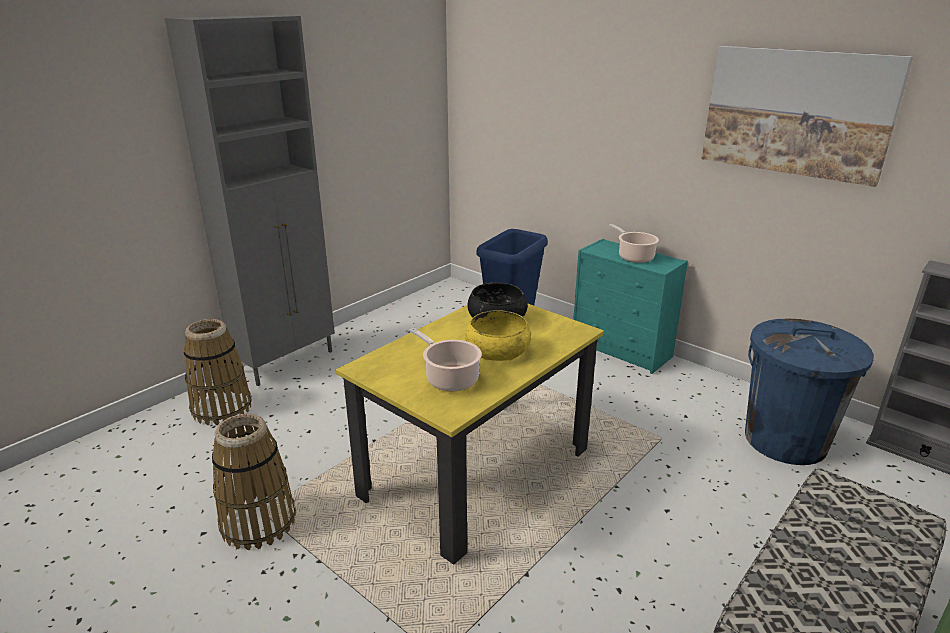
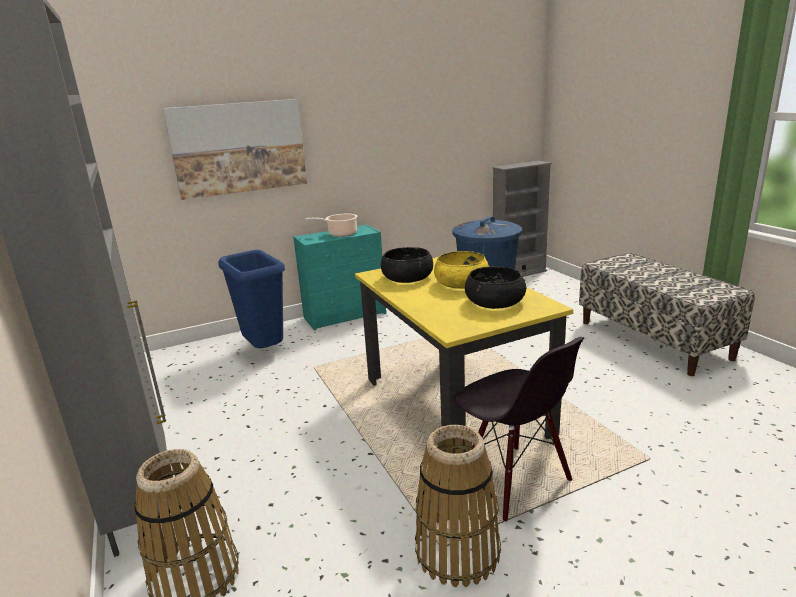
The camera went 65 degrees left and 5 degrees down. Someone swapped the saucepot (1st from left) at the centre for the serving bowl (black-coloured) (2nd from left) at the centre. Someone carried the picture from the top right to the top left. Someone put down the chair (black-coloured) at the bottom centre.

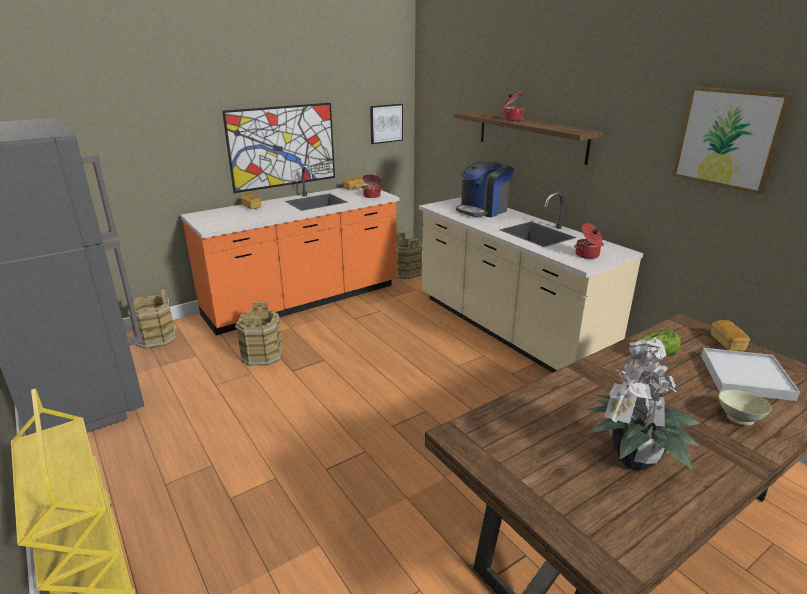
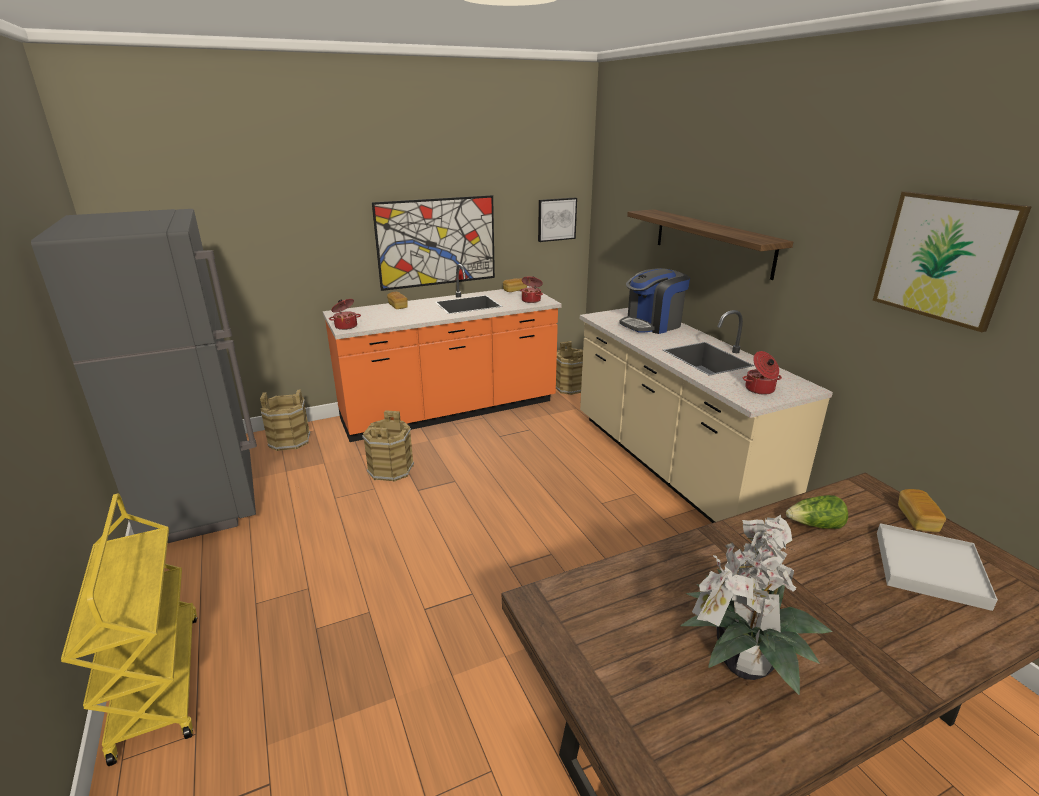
The camera went 10 degrees right and 0 degrees up. Someone carried the saucepot (2nd from left in the first image) from the top centre to the middle left. Someone took away the serving bowl (sand-coloured) at the bottom right.

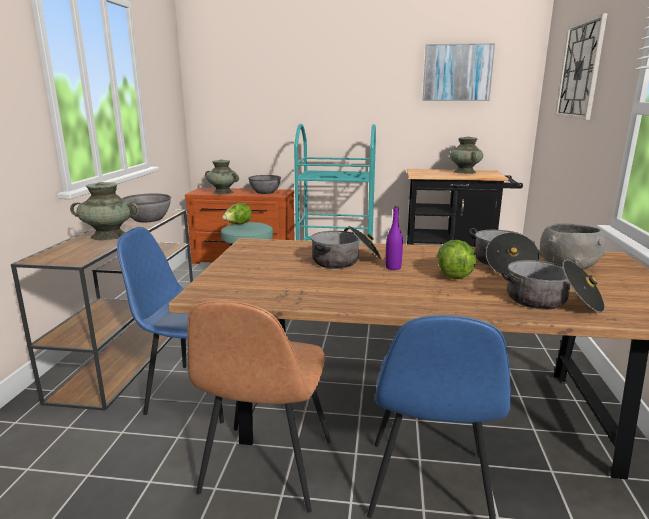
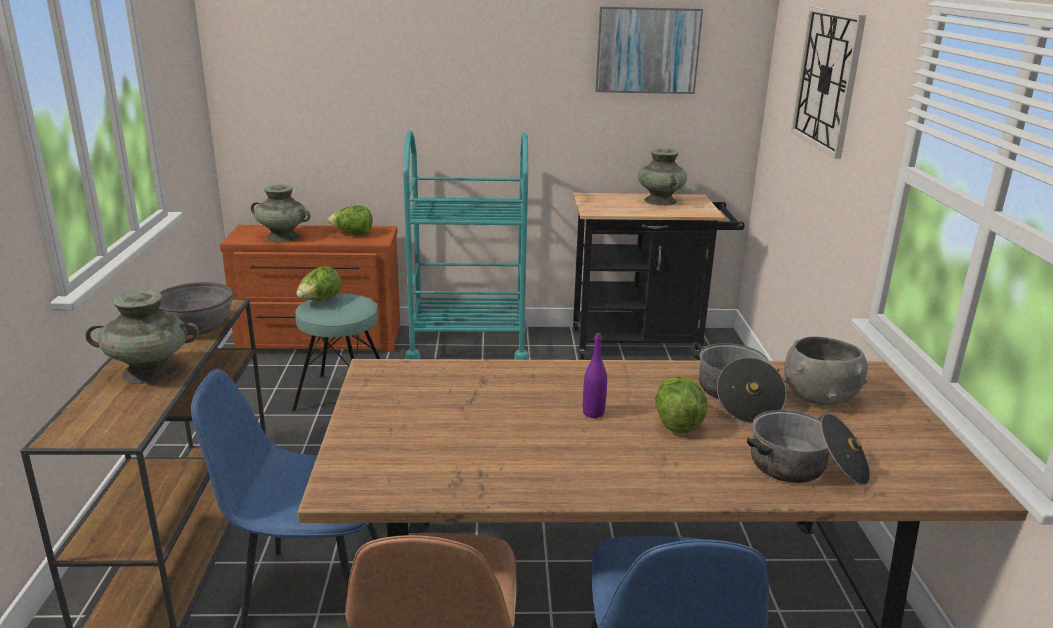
The camera went 10 degrees left and 5 degrees up. Someone swapped the serving bowl (gray) (2nd from left) at the centre for the head of lettuce (2nd from left) at the middle left. Someone took away the saucepot (1st from left) at the centre.

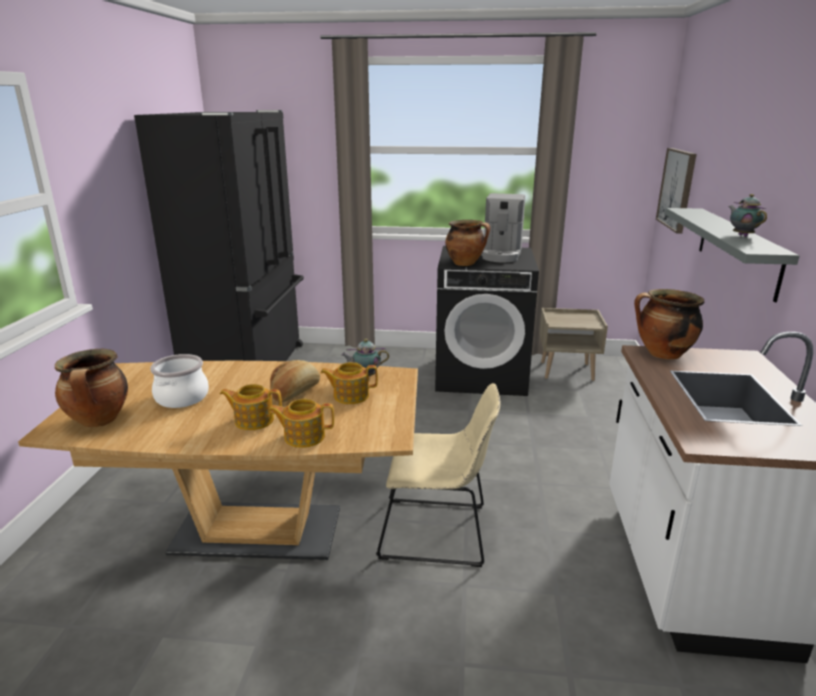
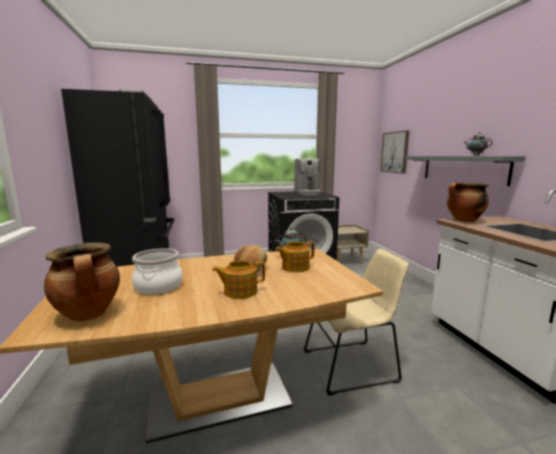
The camera went 20 degrees left and 10 degrees down. Someone took away the pot for tea (2nd from left) at the centre. Someone took away the saucepot (3rd from left) at the centre.

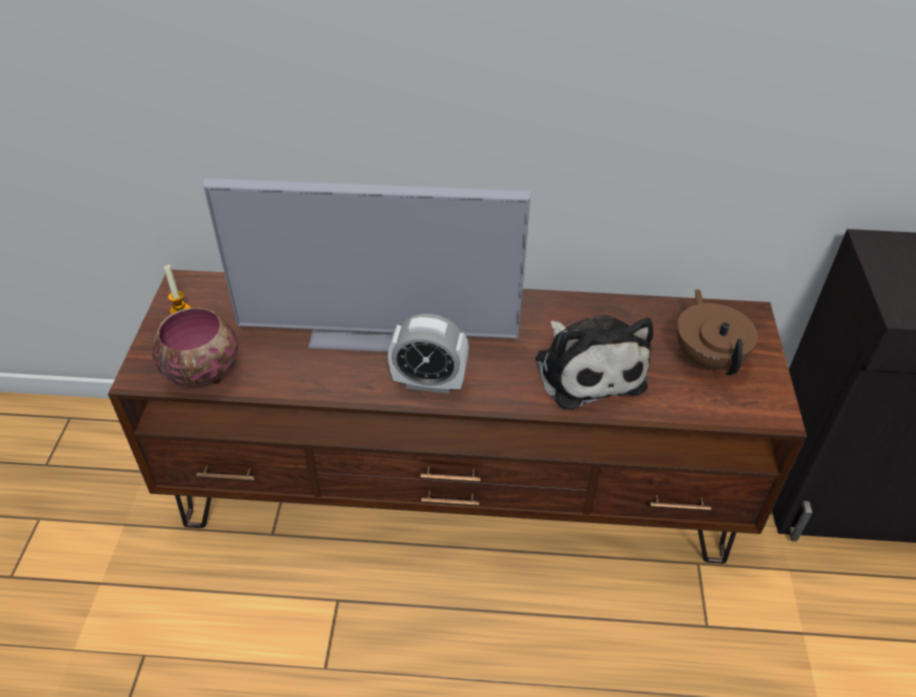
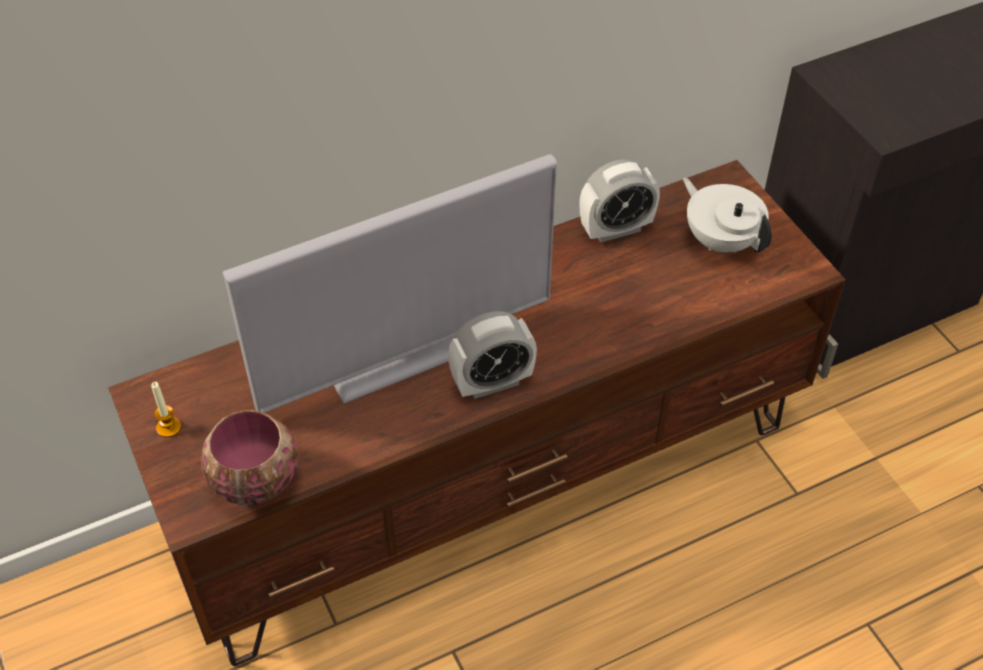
The camera went 30 degrees left and 5 degrees up. Someone took away the plush toy at the centre. Someone repainted the pot for tea (brown) at the middle right, which became the pot for tea (white) at the top right. Someone put down the alarm clock (2nd from left) at the top centre.

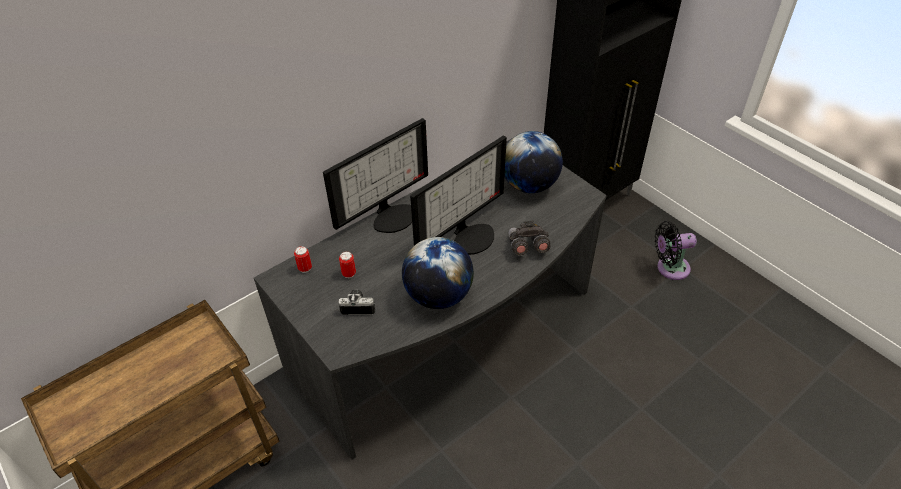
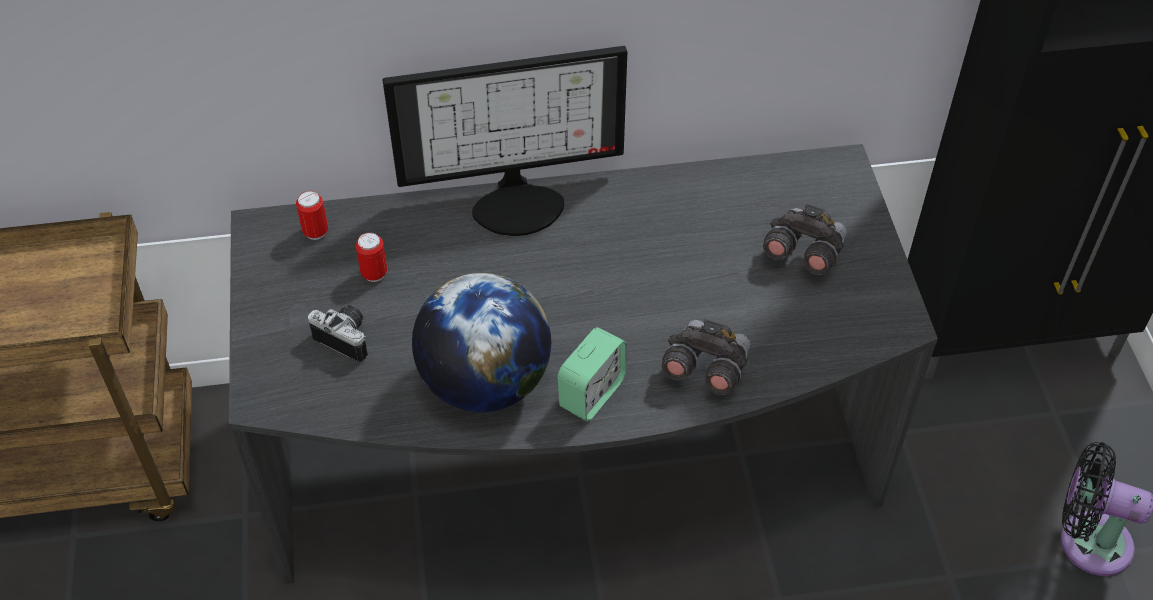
The camera went 30 degrees right and 5 degrees up. Someone took away the computer display (2nd from left) at the centre. Someone swapped the globe (2nd from left) at the top centre for the binoculars (gray) (2nd from left) at the middle right. Someone put down the alarm clock at the centre.

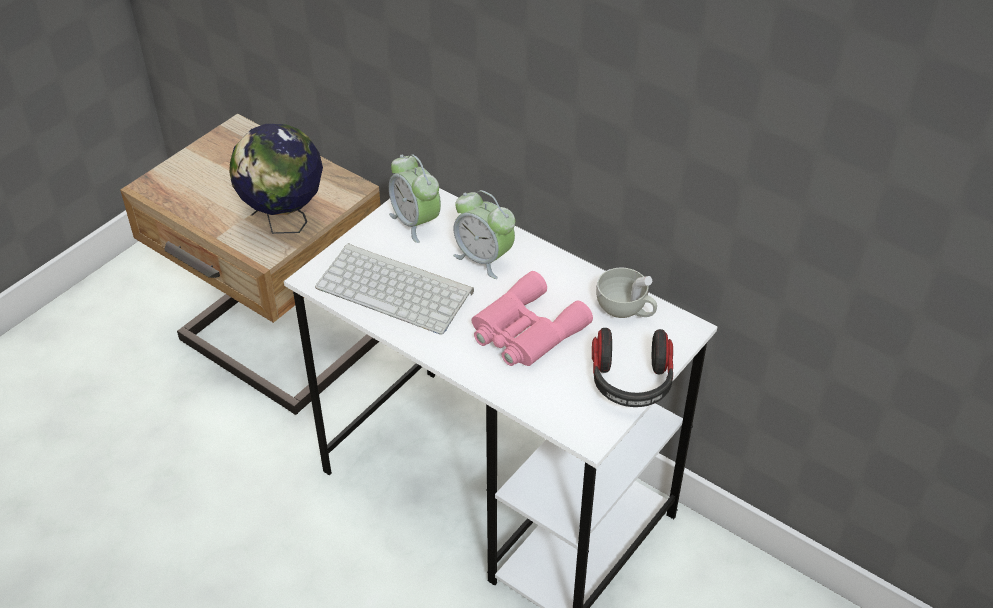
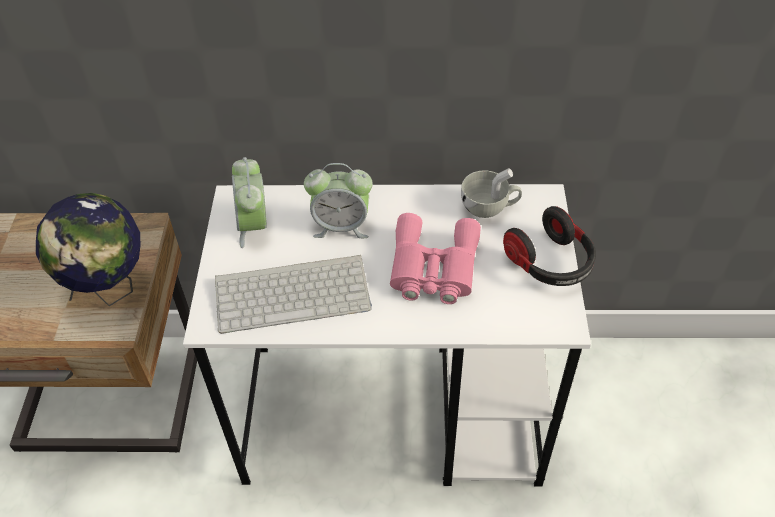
The camera went 35 degrees left and 5 degrees up. Someone rotated the alarm clock (1st from left) at the top centre by 60 degrees clockwise.

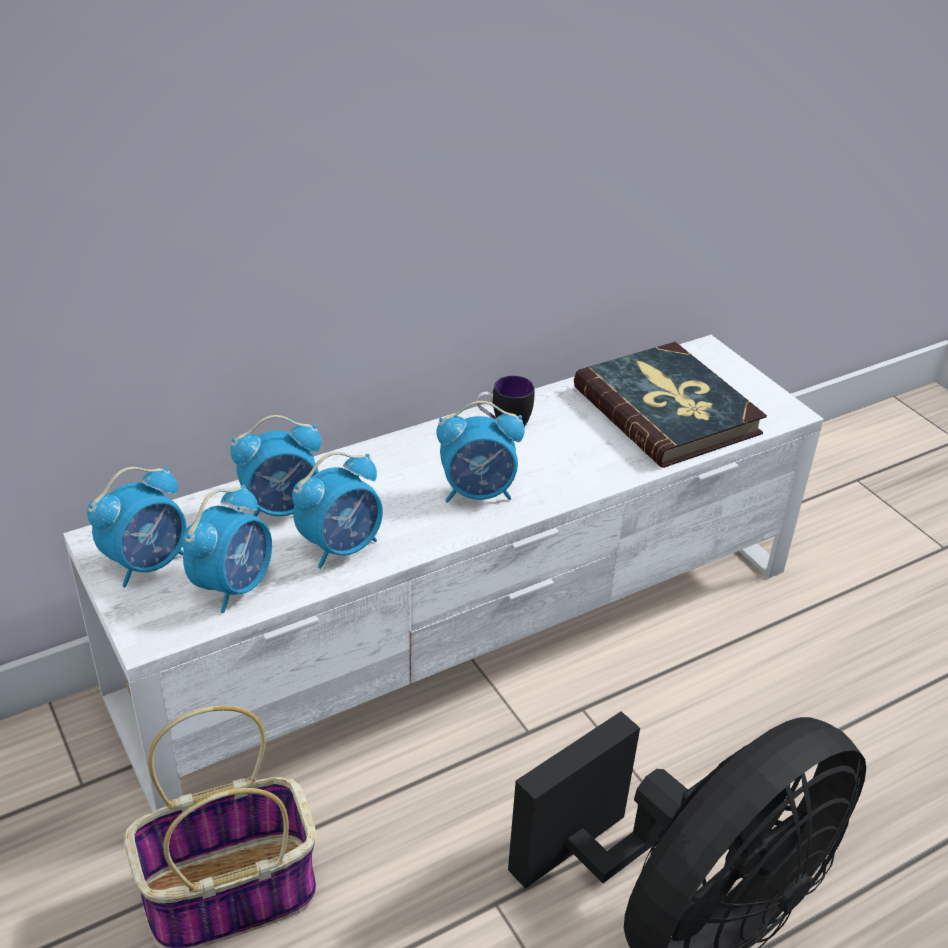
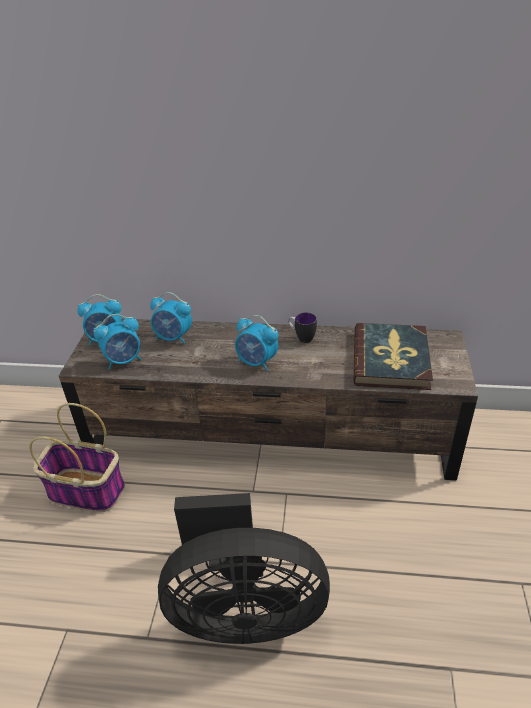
The camera went 40 degrees right and 0 degrees up. Someone repainted the tv stand (white) at the centre, which became the tv stand (brown) at the centre. Someone took away the alarm clock (4th from left) at the centre.

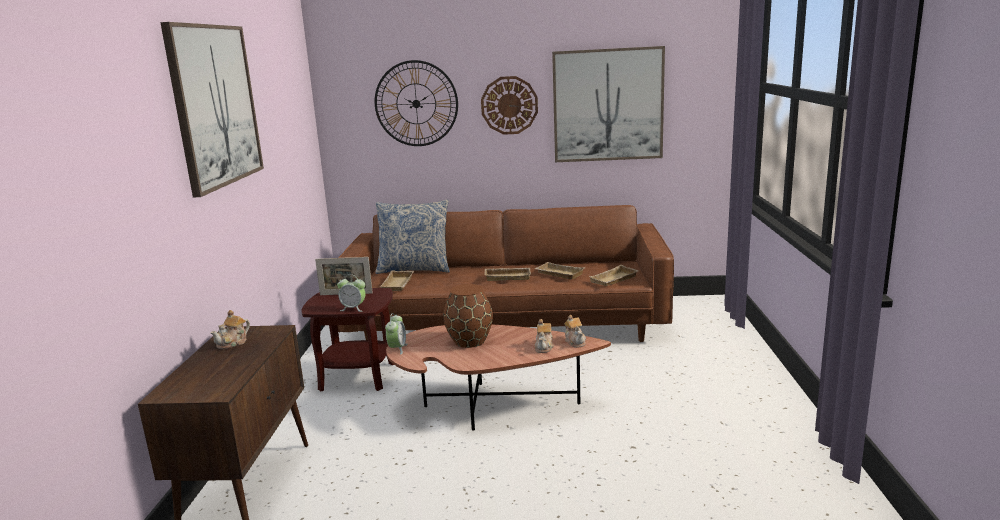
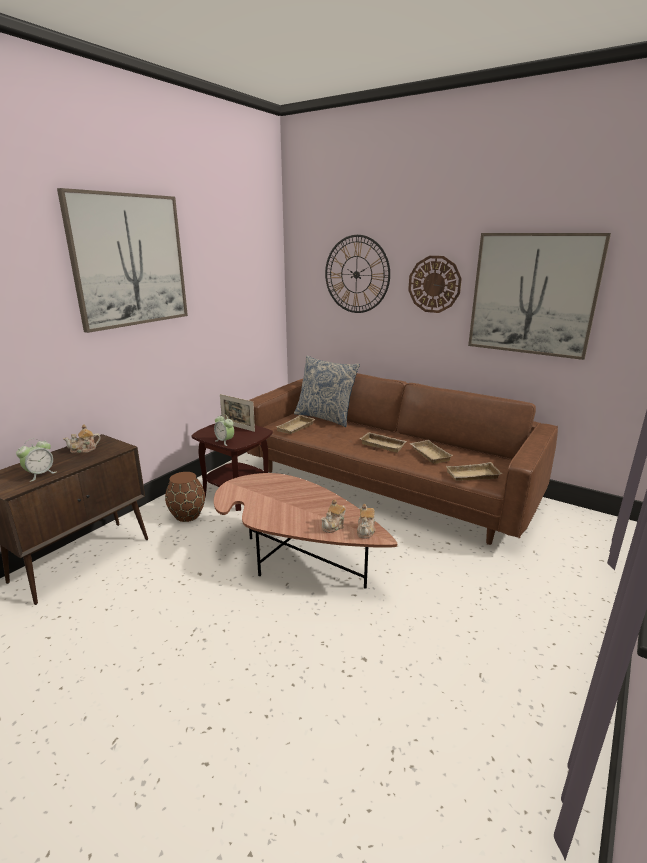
The camera went 30 degrees right and 5 degrees up. Someone carried the alarm clock (2nd from left in the first image) from the centre to the middle left. Someone carried the flower vase (brown) from the centre to the middle left.

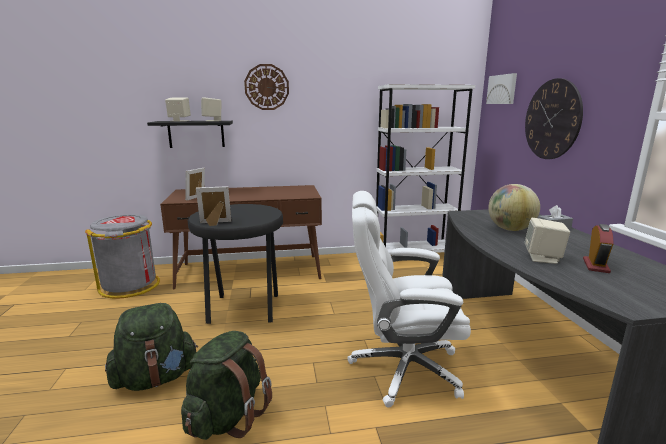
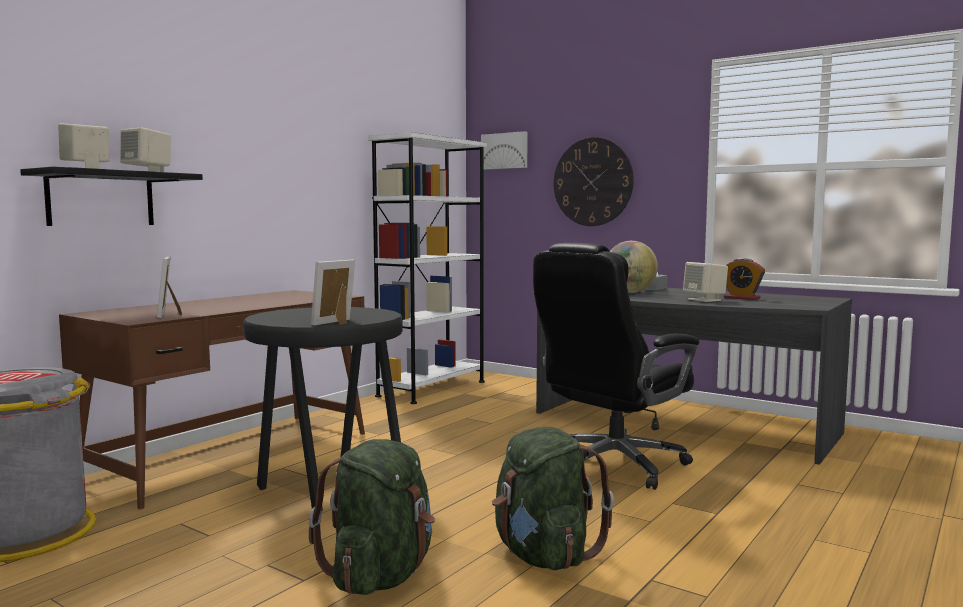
The camera went 45 degrees left and 10 degrees down. Someone took away the wall clock (1st from left) at the top centre. Someone repainted the office chair (white) at the bottom centre, which became the office chair (black-coloured) at the centre. Someone rotated the alarm clock at the middle right by 150 degrees clockwise.

